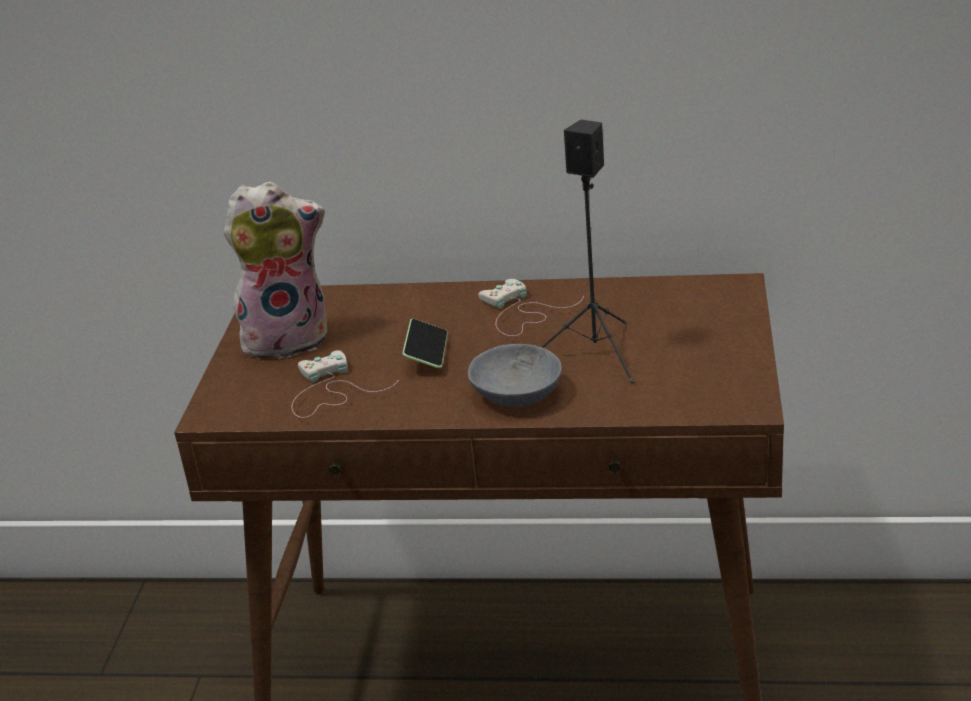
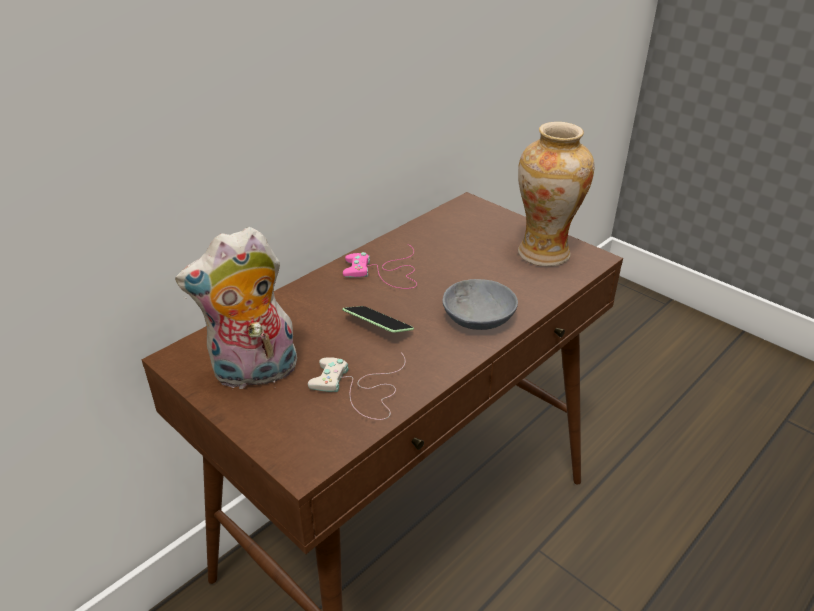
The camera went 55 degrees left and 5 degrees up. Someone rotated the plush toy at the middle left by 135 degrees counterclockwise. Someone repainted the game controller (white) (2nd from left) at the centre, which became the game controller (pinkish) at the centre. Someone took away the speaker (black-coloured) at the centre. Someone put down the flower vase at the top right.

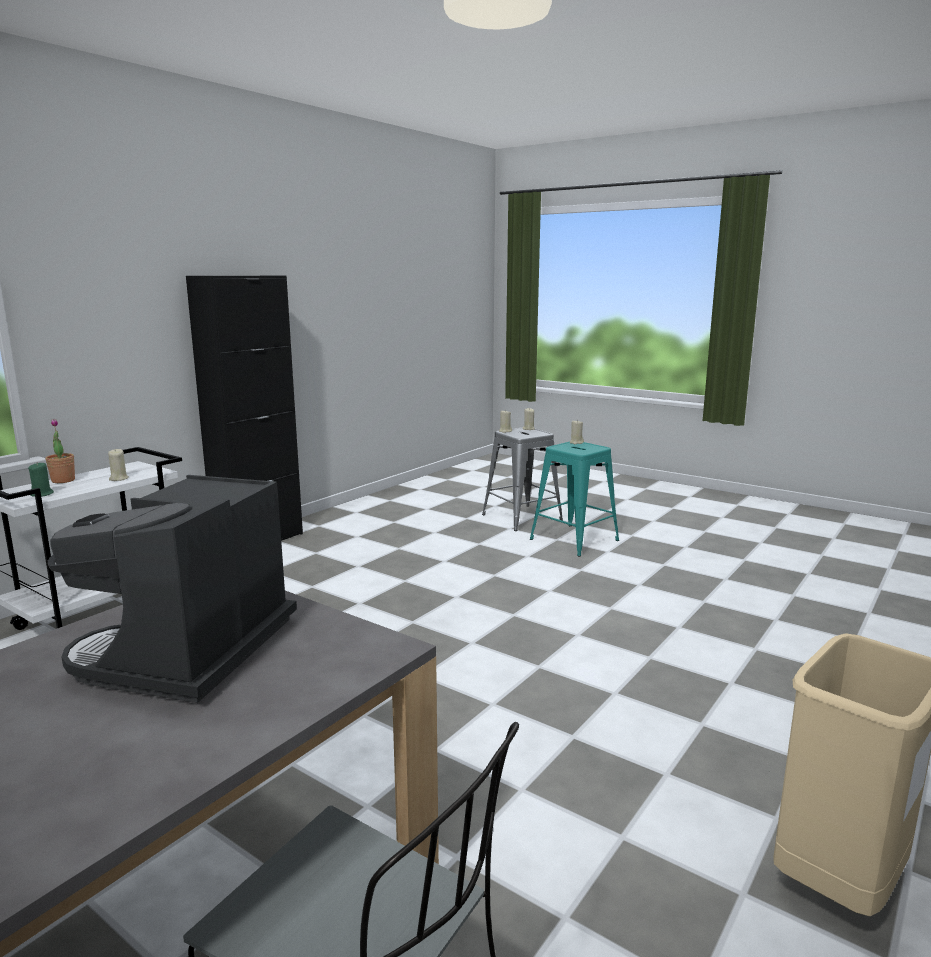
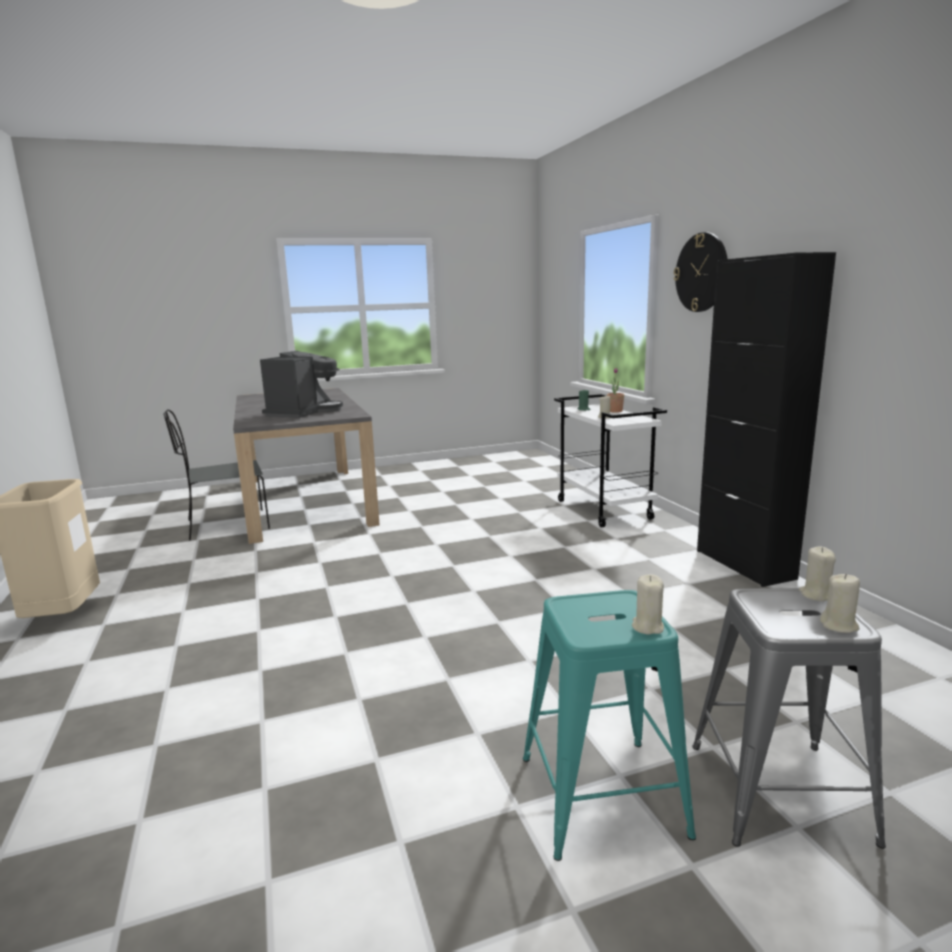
The camera went 125 degrees right and 0 degrees up. Someone rotated the coffee machine at the middle left by 60 degrees clockwise. Someone put up the wall clock at the top right.

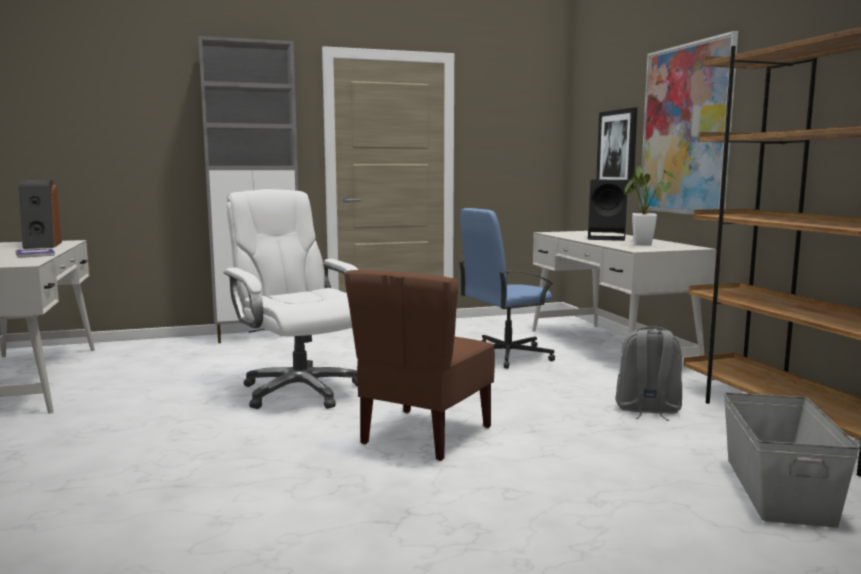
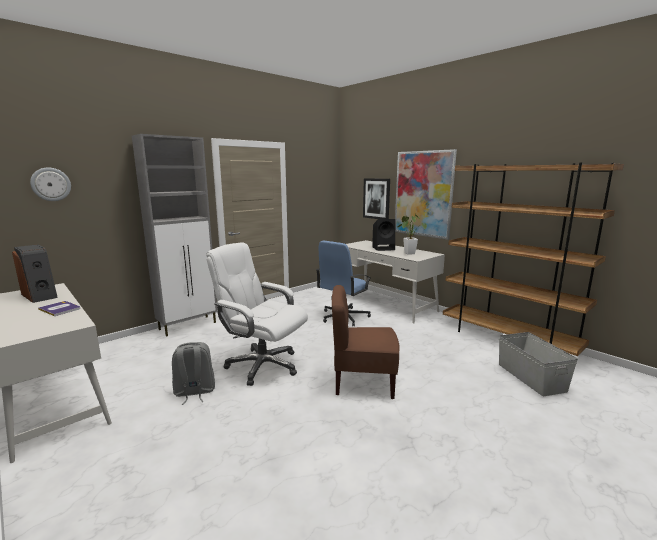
The camera went 25 degrees left and 5 degrees up. Someone rotated the chair (brown) at the centre by 90 degrees clockwise. Someone carried the knapsack (gray) from the middle right to the bottom left. Someone put up the wall clock at the middle left.

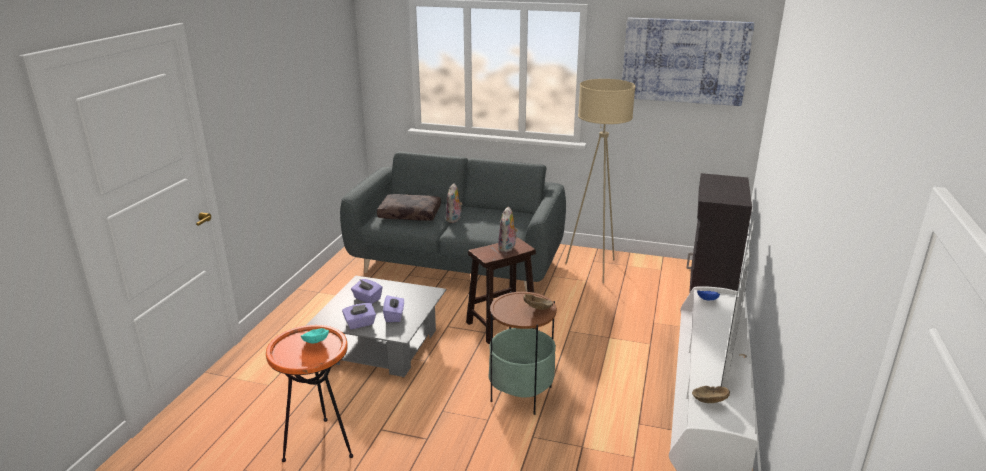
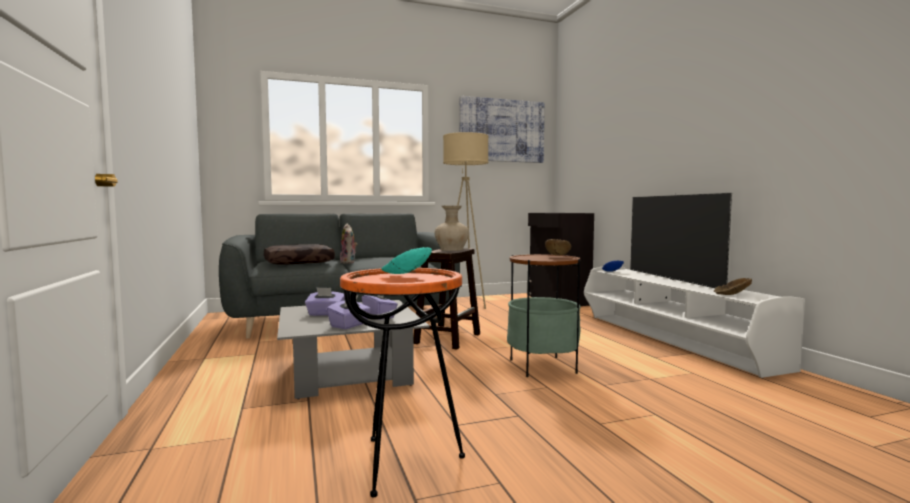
The camera went 35 degrees left and 20 degrees down. Someone swapped the plush toy (2nd from left) at the centre for the flower vase (sand-coloured) at the centre.

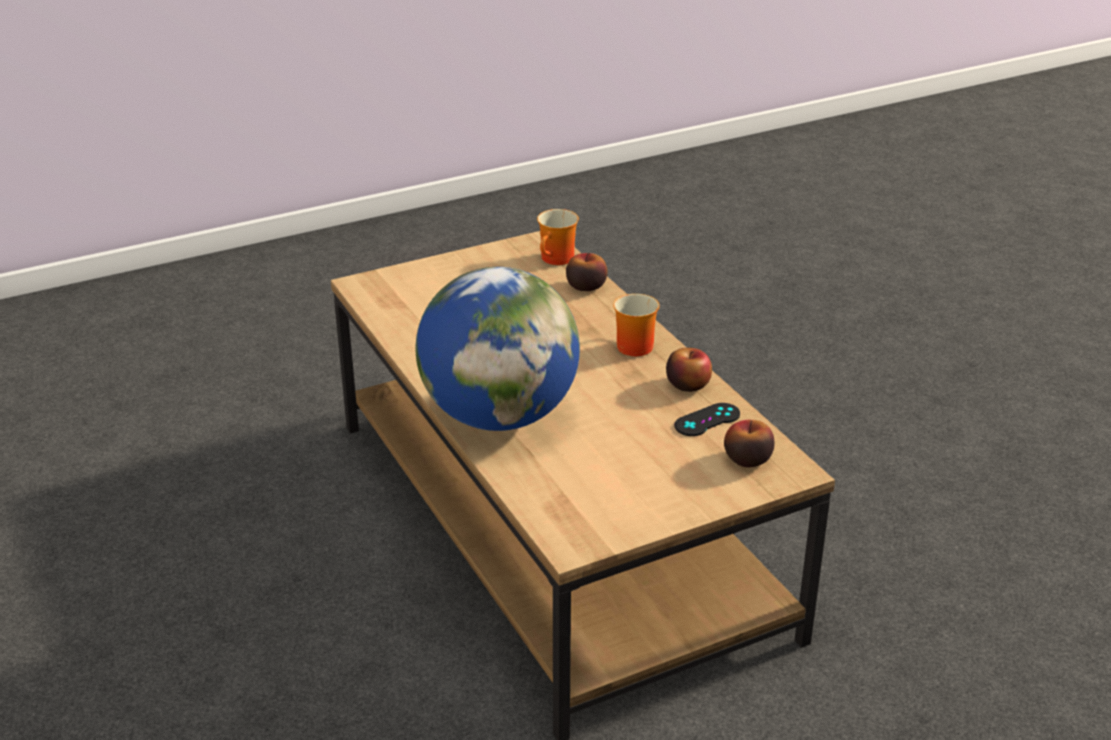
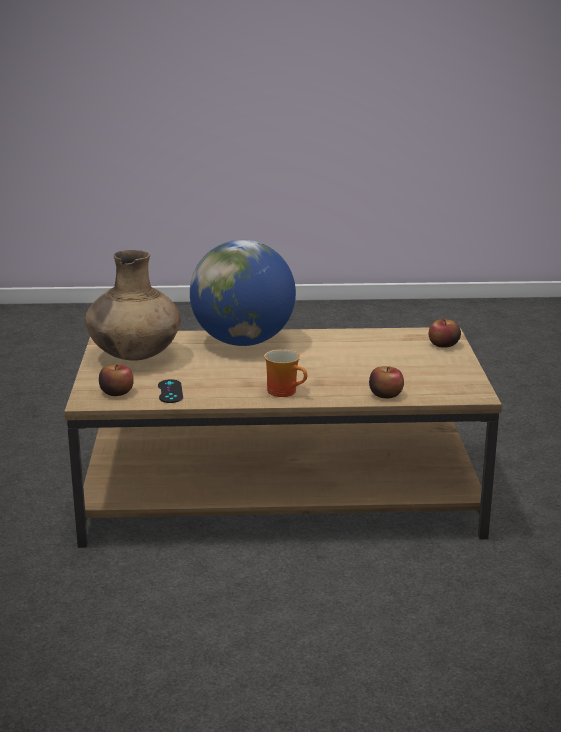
The camera went 115 degrees right and 10 degrees down. Someone took away the tea mug (1st from left) at the top centre. Someone carried the apple (2nd from left in the first image) from the centre to the middle right. Someone put down the flower vase (brown) at the middle left.

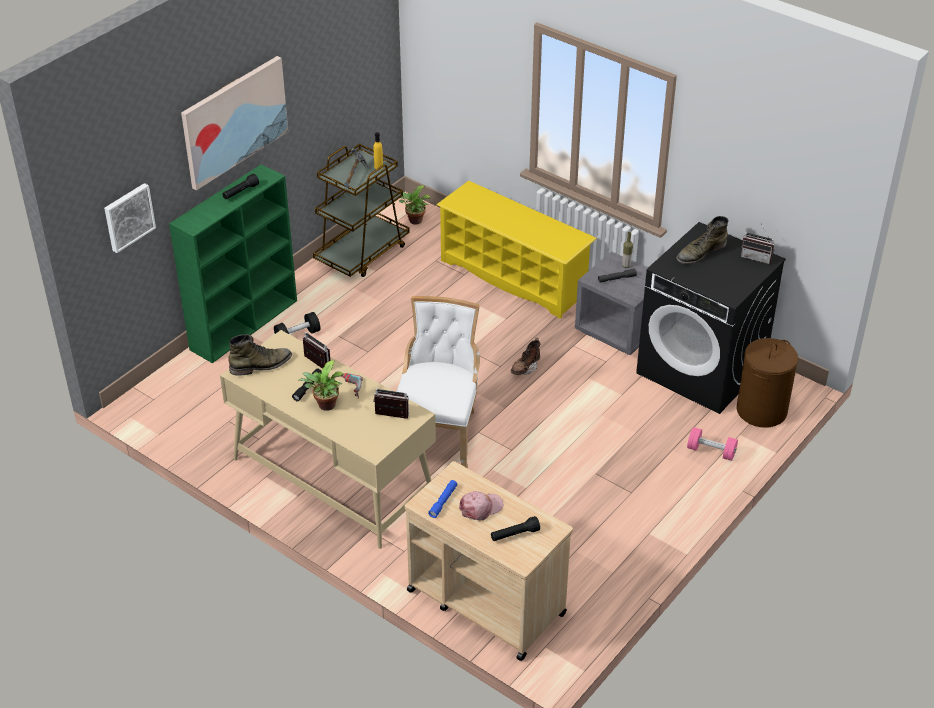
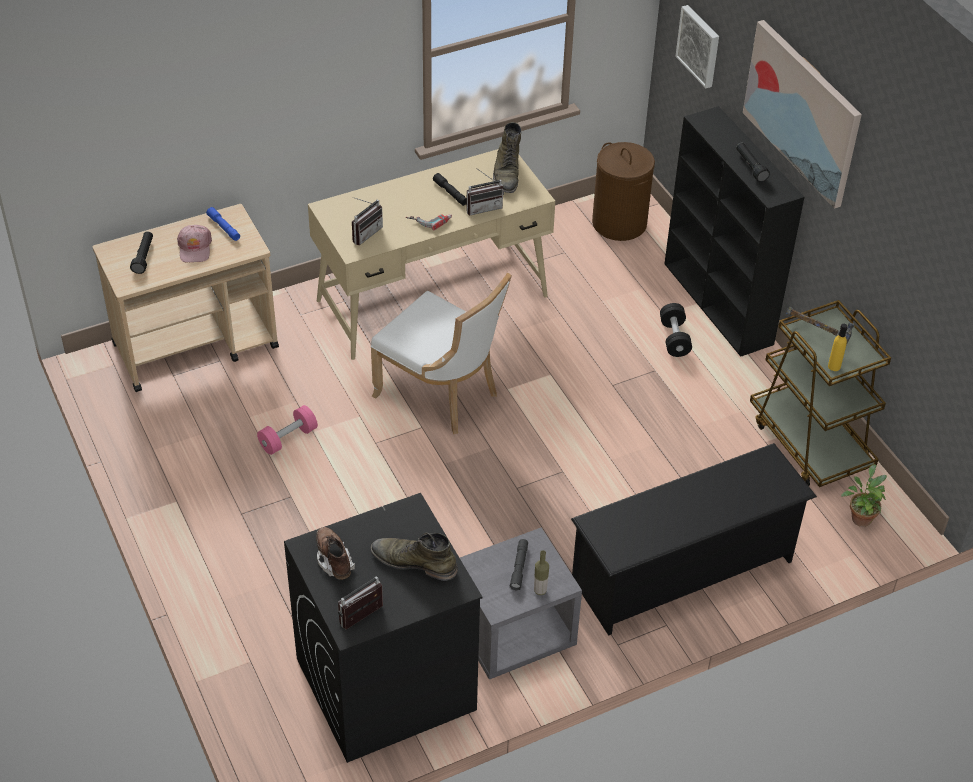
The camera went 115 degrees right and 5 degrees up. Someone repainted the bookcase (green) at the middle left, which became the bookcase (black-coloured) at the top right. Someone took away the potted plant (1st from left) at the centre. Someone repainted the shoe stand (yellow) at the centre, which became the shoe stand (black-coloured) at the bottom right. Someone carried the tall boot (brown) from the centre to the bottom centre. Someone rotated the tall boot (green) (2nd from left in the first image) at the middle right by 60 degrees counterclockwise. Someone carried the hand weight (pinkish) from the middle right to the middle left. Someone carried the washing basket (brown) from the middle right to the top centre.

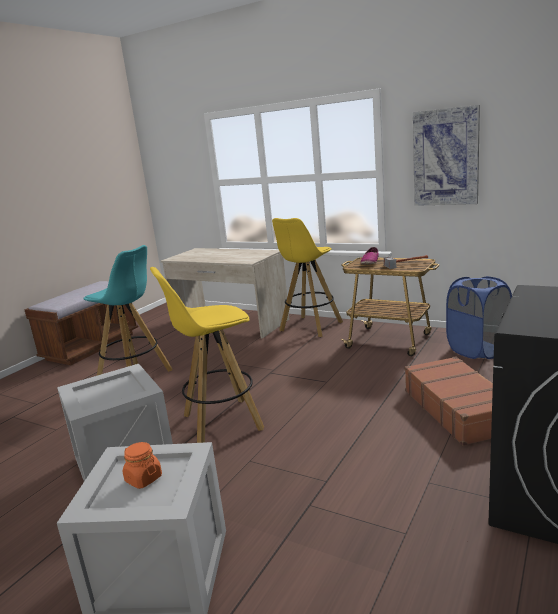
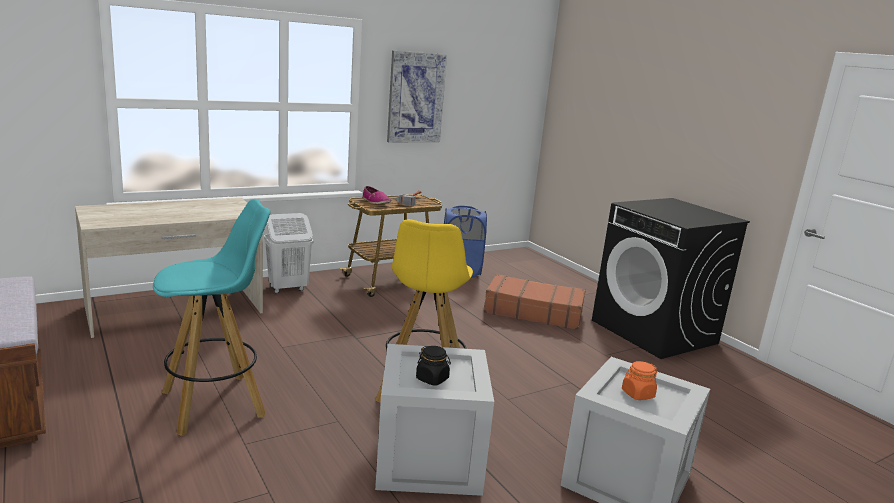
The camera went 65 degrees left and 0 degrees up. Someone swapped the sitting stool (yellow) (2nd from left) at the centre for the washing basket (white) at the middle left. Someone put down the storage jar (black-coloured) at the bottom centre.

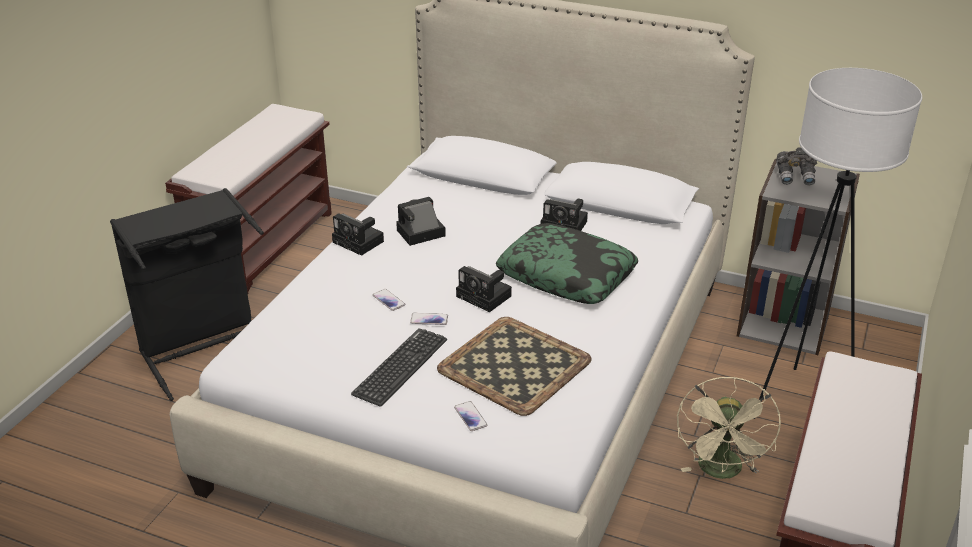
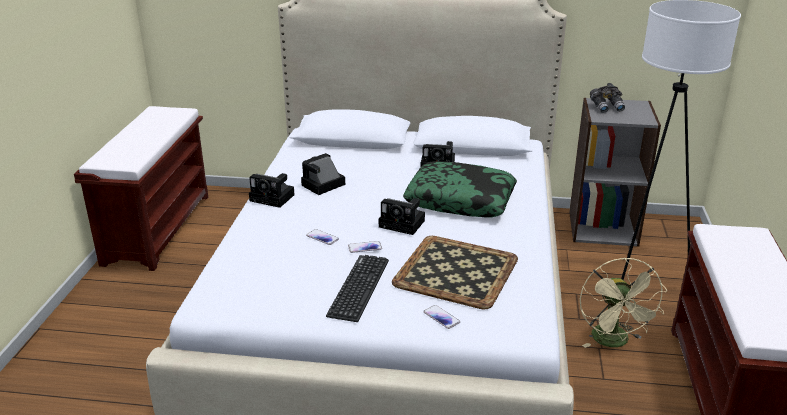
The camera went 15 degrees left and 5 degrees down. Someone took away the washing basket (black-coloured) at the middle left.

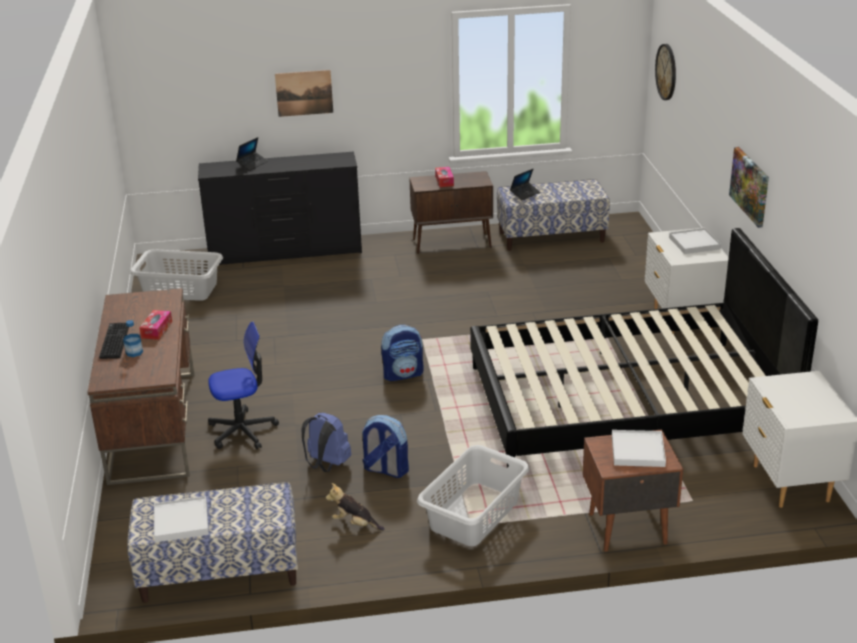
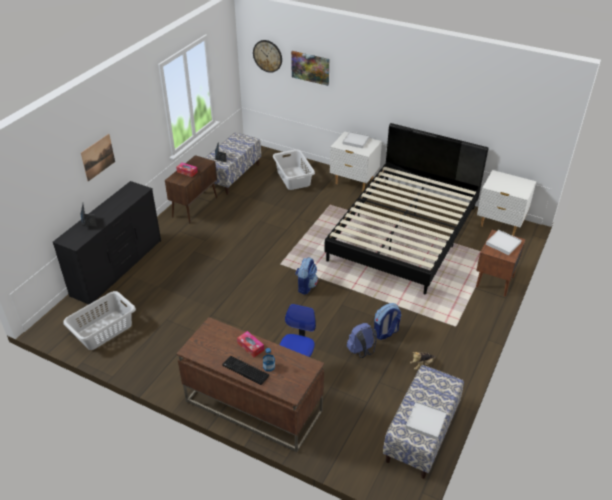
The camera went 55 degrees left and 10 degrees up. Someone carried the washing basket (gray) (2nd from left) from the bottom centre to the centre. Someone carried the picture (2nd from left) from the top right to the top centre.

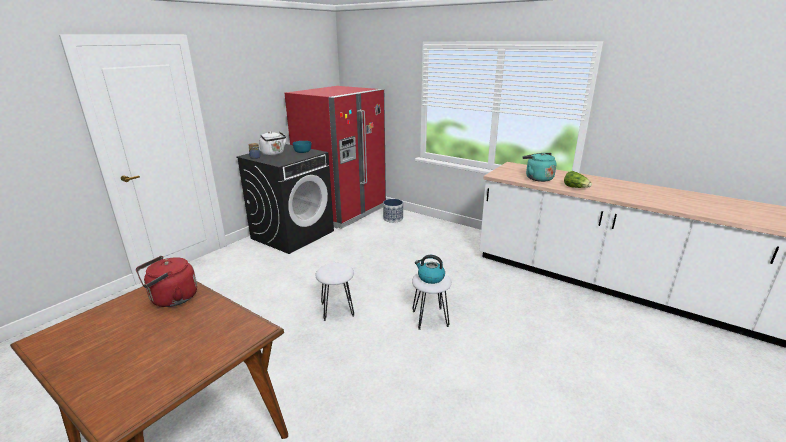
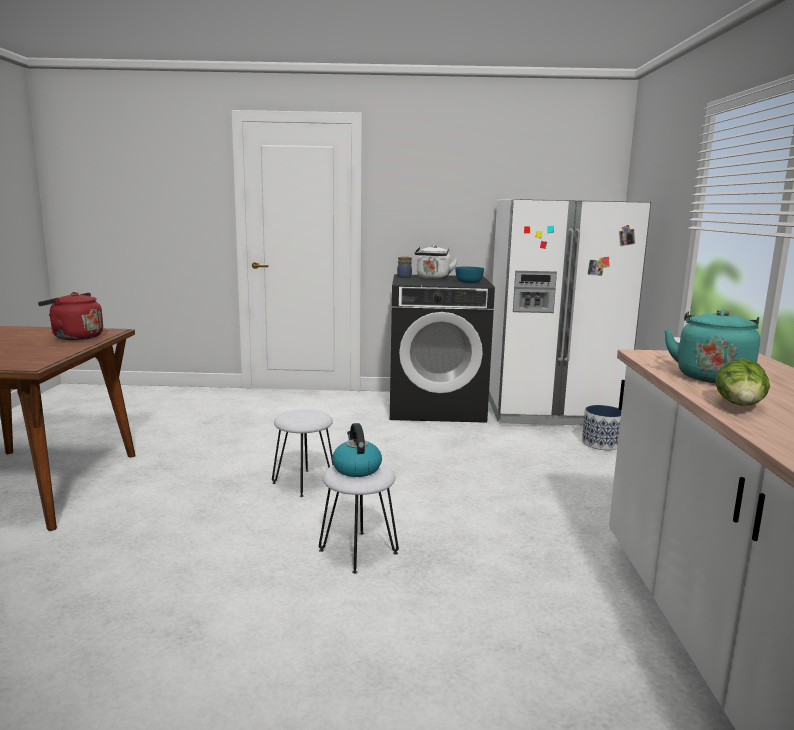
The camera went 55 degrees right and 10 degrees down. Someone repainted the fridge (reddish) at the centre, which became the fridge (white) at the middle right.

